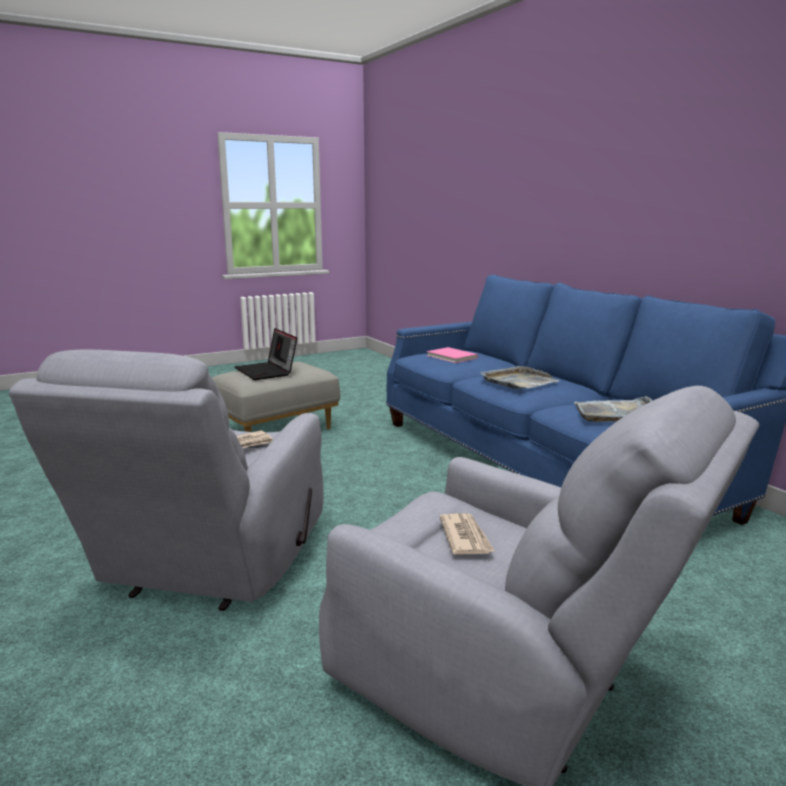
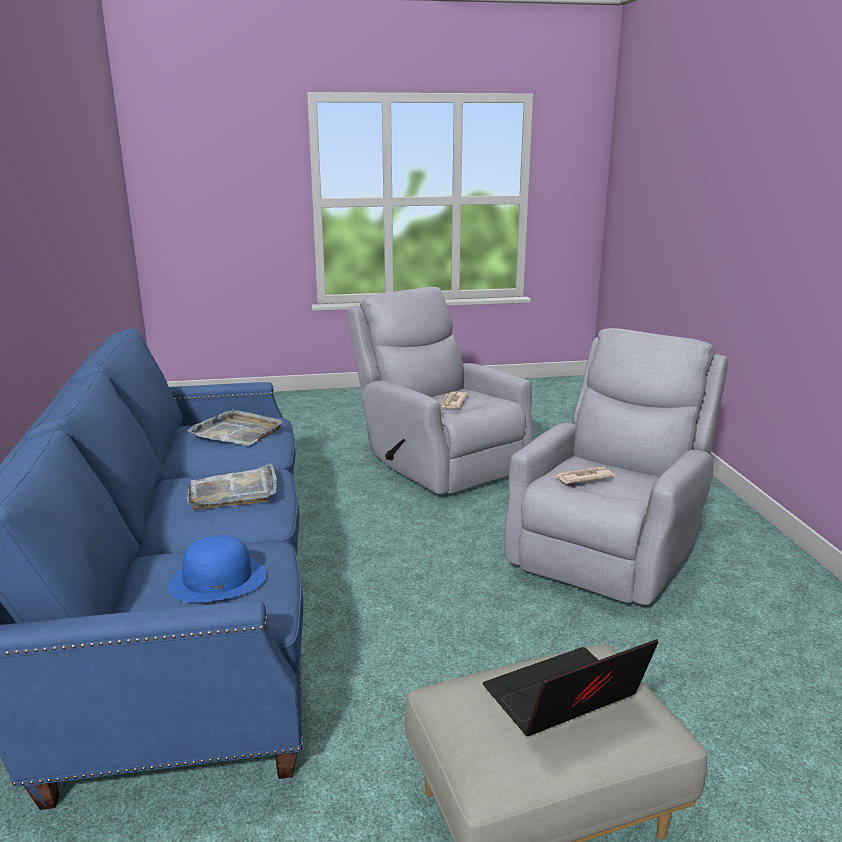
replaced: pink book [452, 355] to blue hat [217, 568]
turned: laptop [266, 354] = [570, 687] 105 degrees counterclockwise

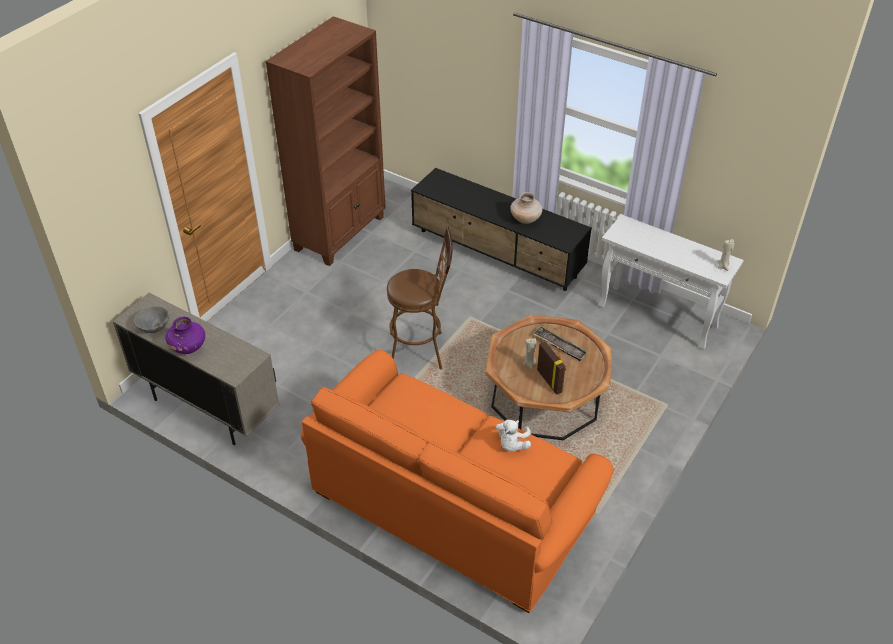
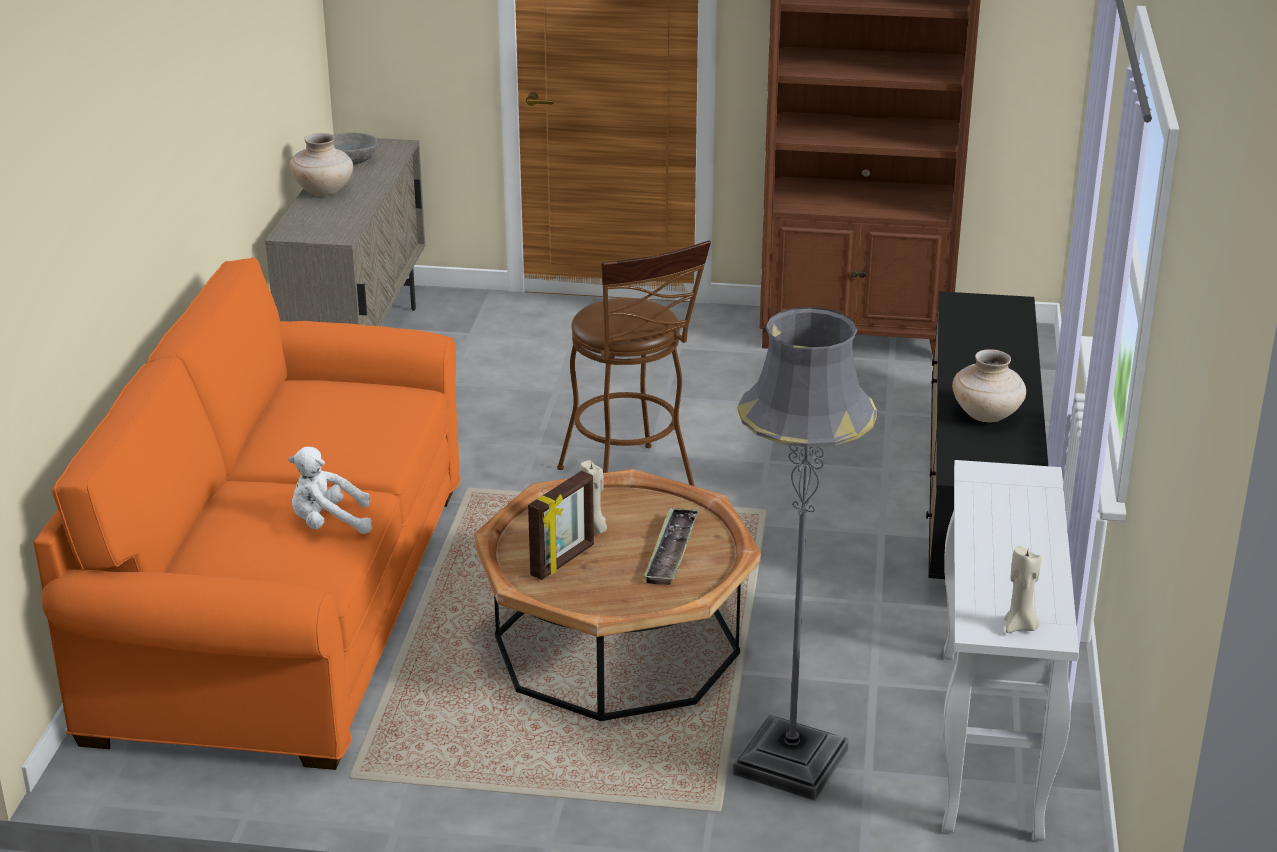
added: grey floor lamp [805, 554]
recoloured: purple vase [185, 335] to beige vase [321, 164]

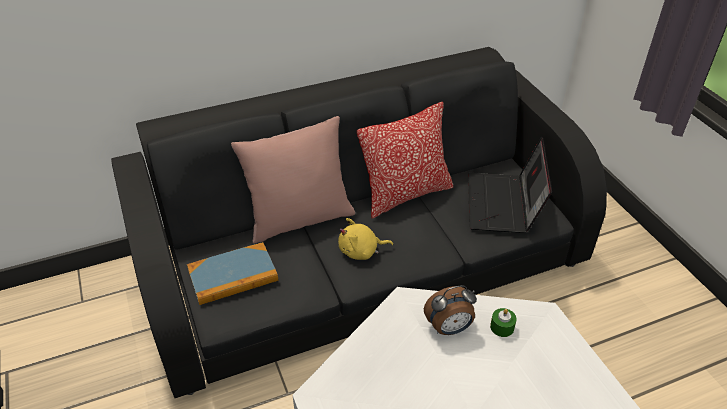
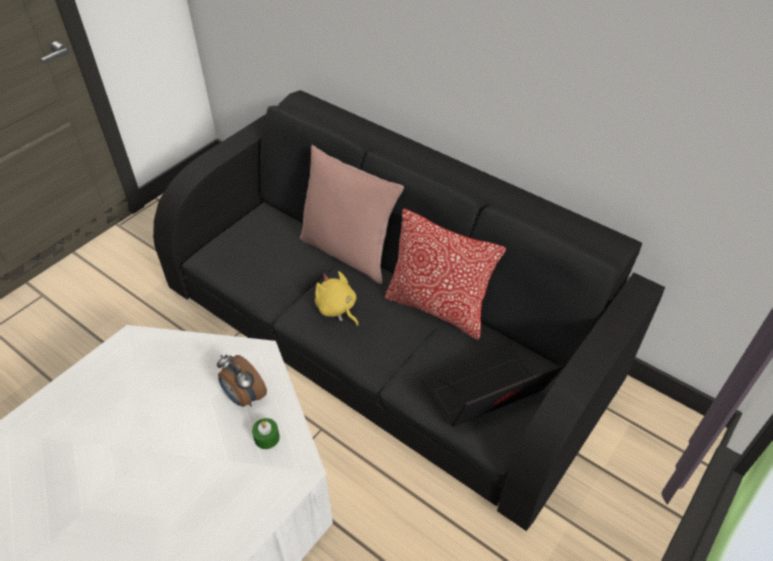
removed: book [232, 273]

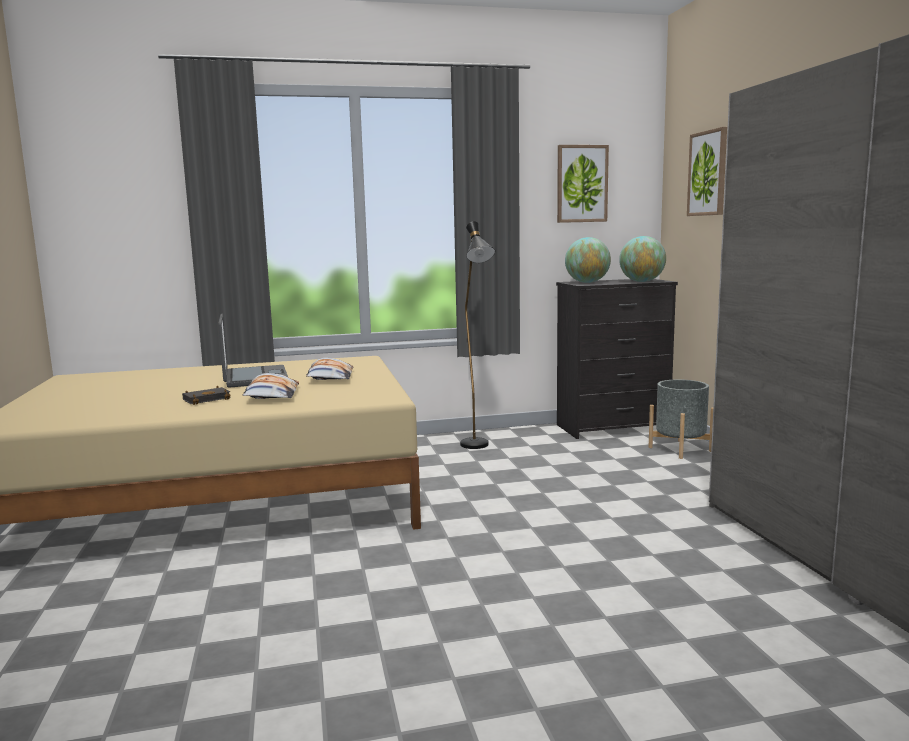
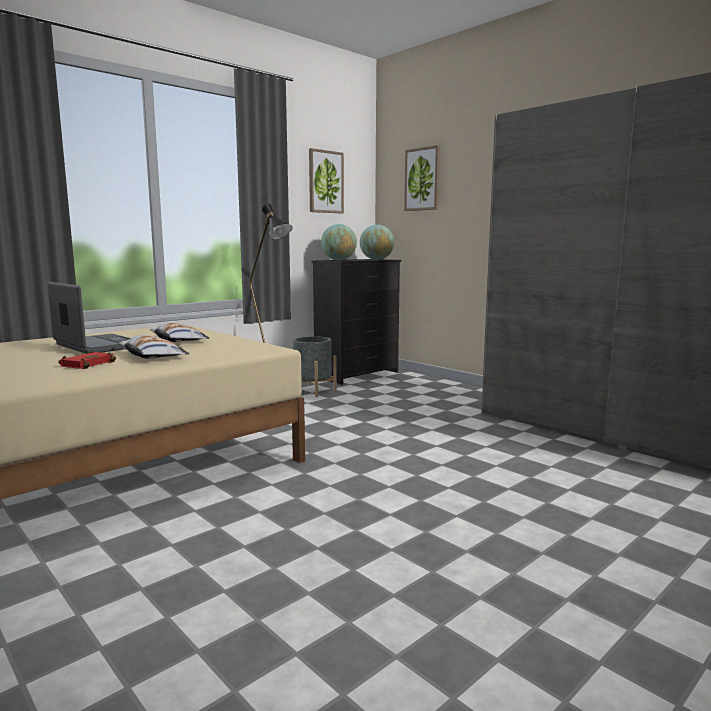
moved: grey planter [681, 419] to [315, 366]
recoloured: black book [206, 395] to red book [87, 359]

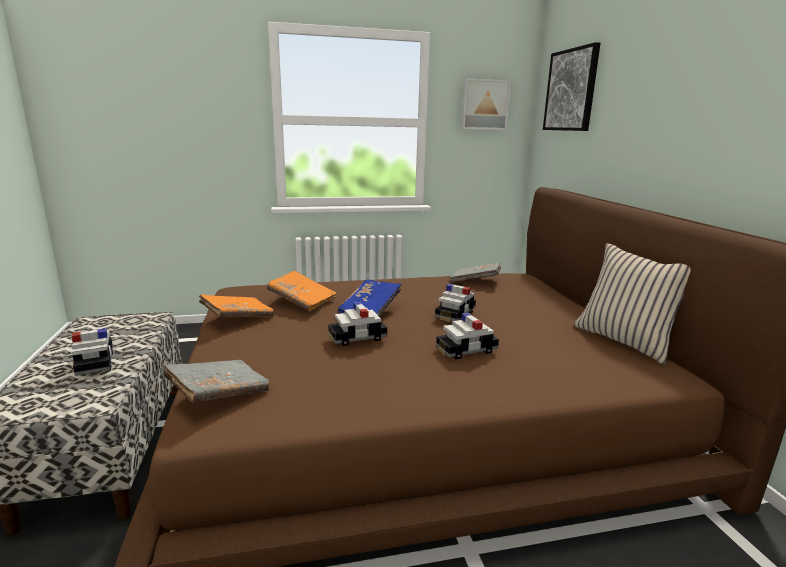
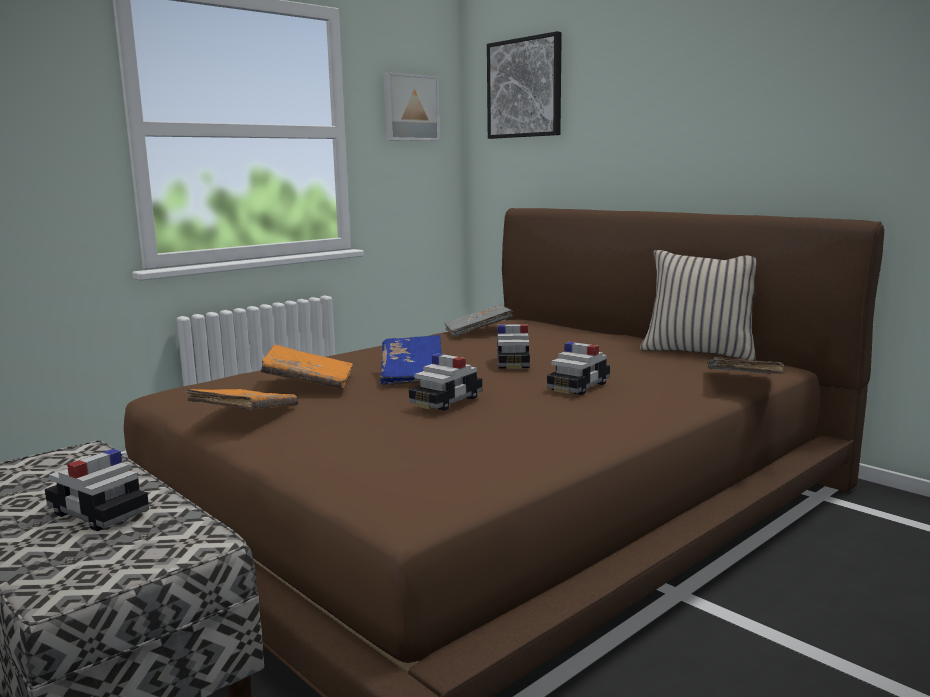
moved: grey book [216, 381] to [745, 365]

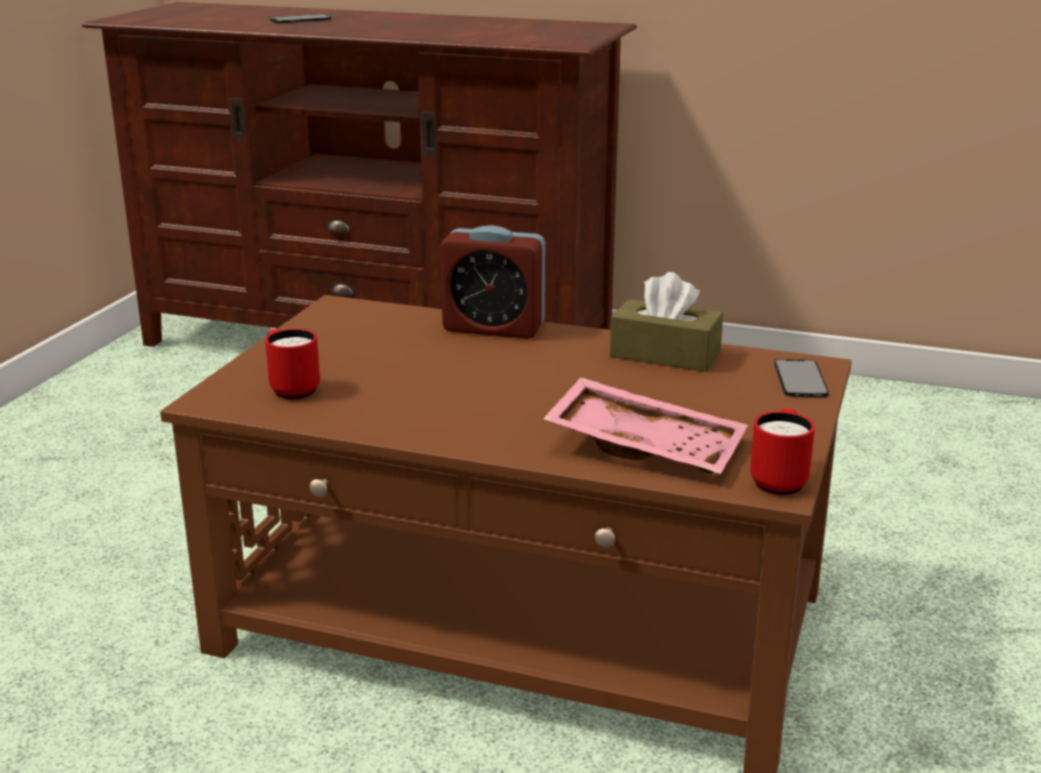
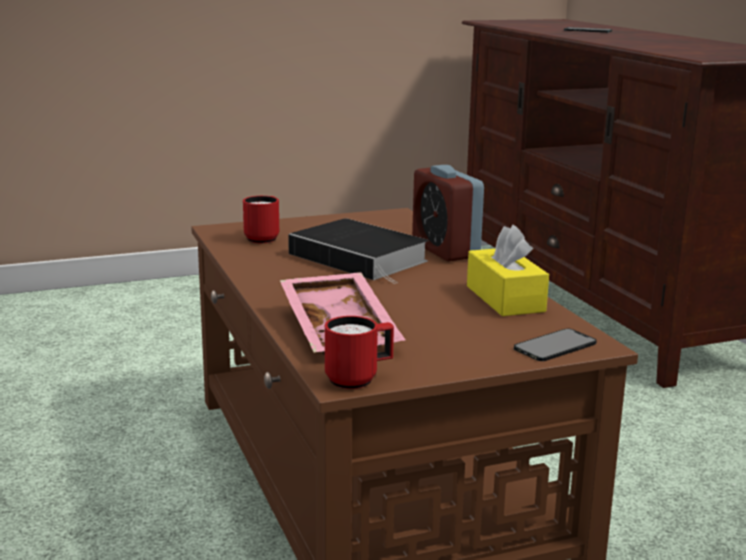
added: book [358, 251]
recoloured: brown tissue box [666, 322] to yellow tissue box [508, 270]

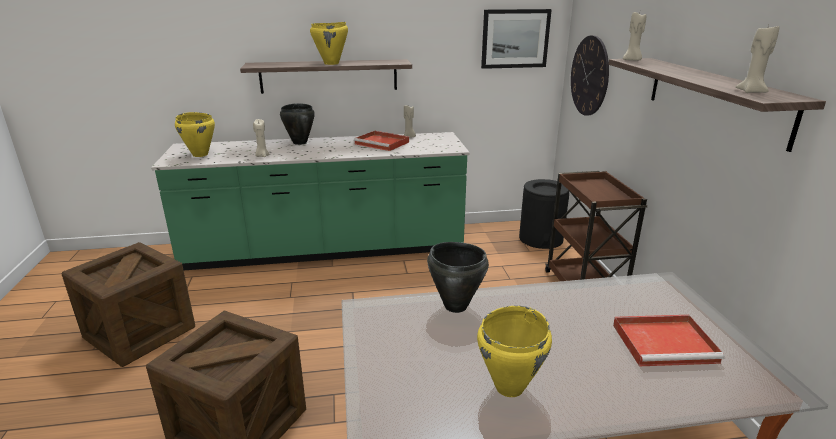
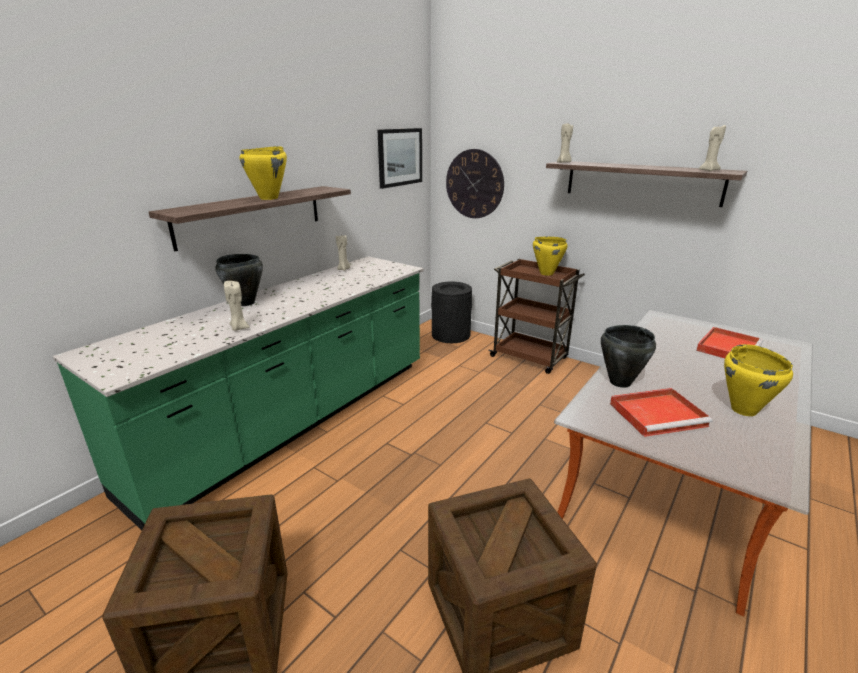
moved: yellow cooking pot [195, 134] to [550, 256]; red tray [381, 141] to [661, 412]

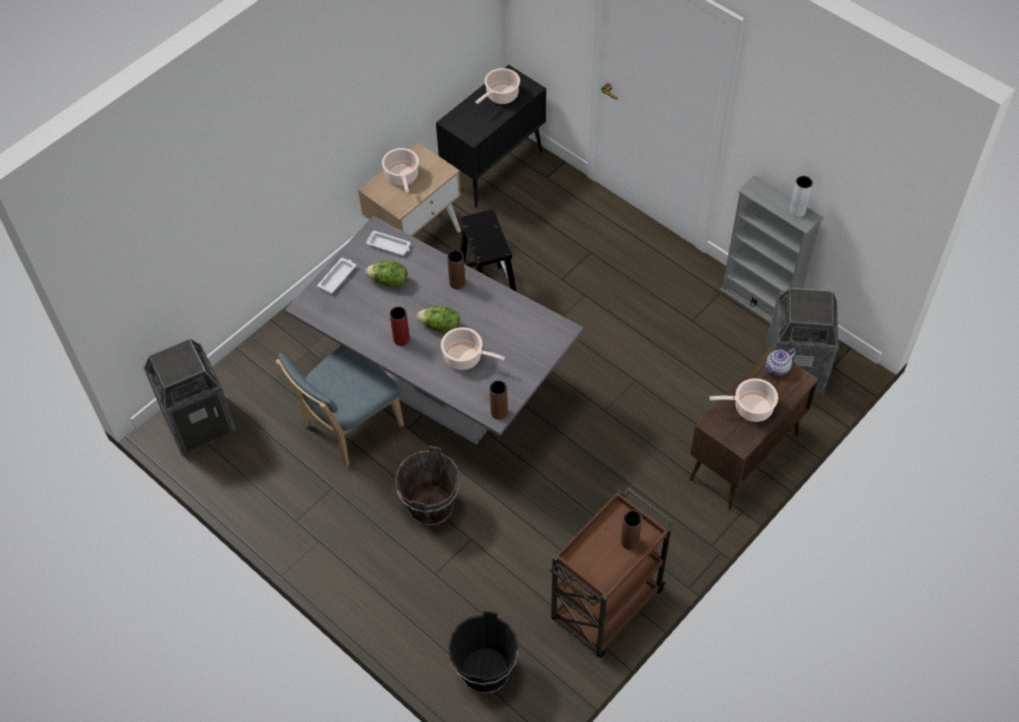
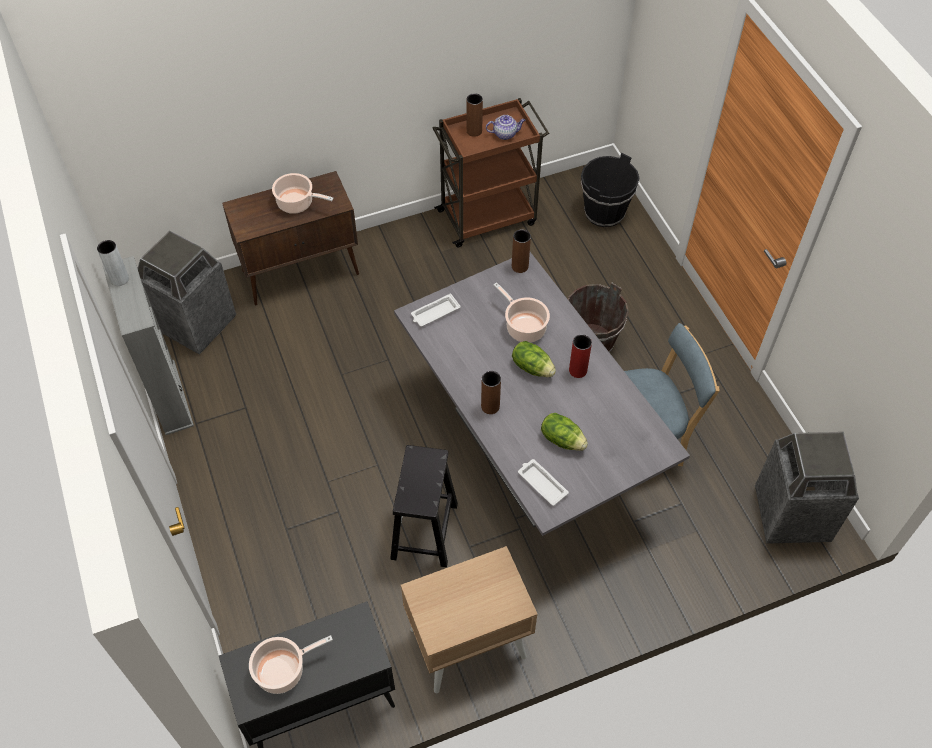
removed: cooking pot [400, 170]
moved: white tray [336, 276] to [436, 310]; teapot [779, 361] to [505, 127]

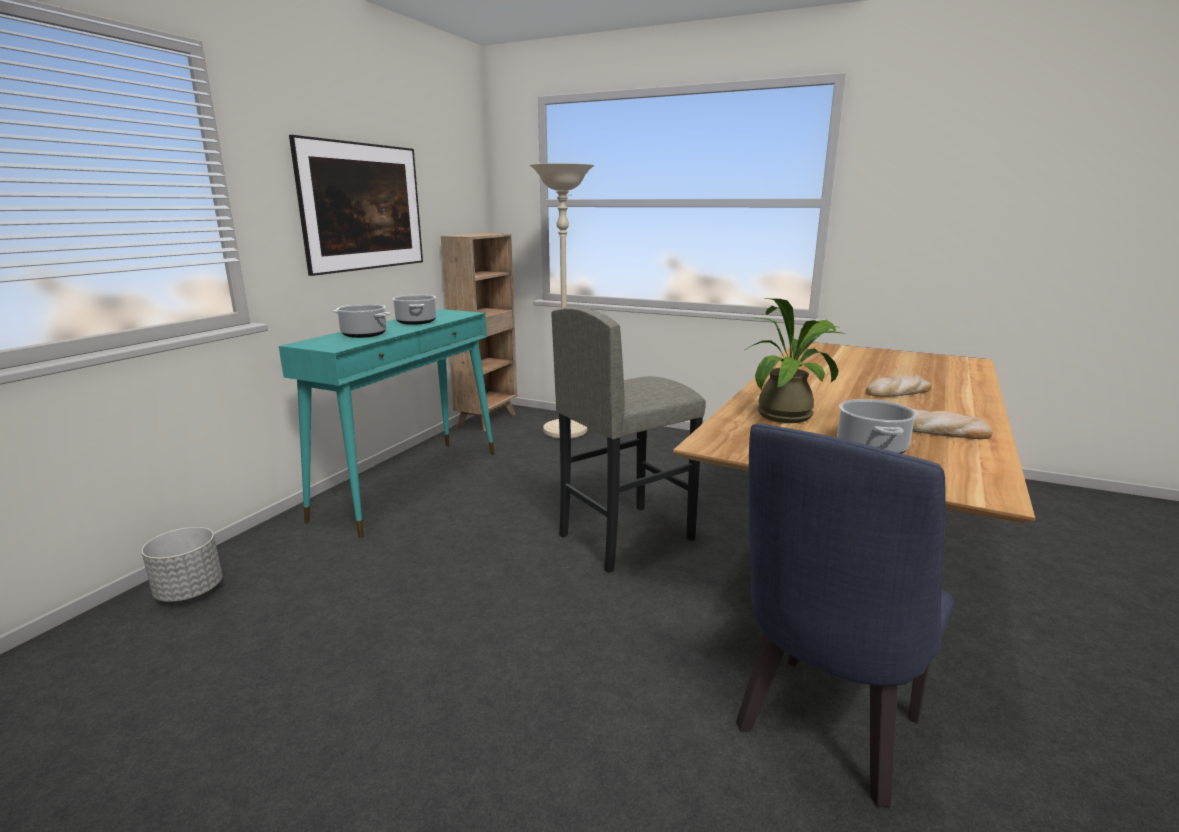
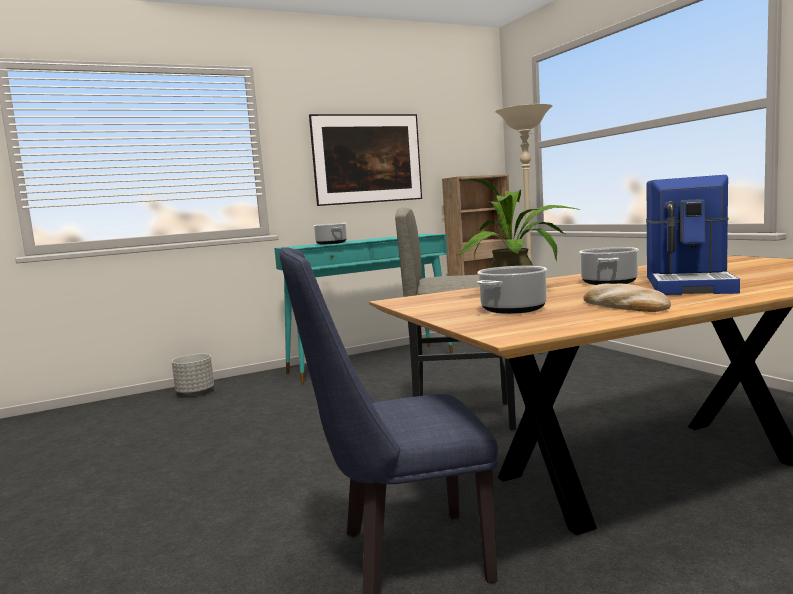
moved: cooking pot [414, 310] to [609, 266]
replaced: bread [899, 386] to coffee machine [693, 235]

